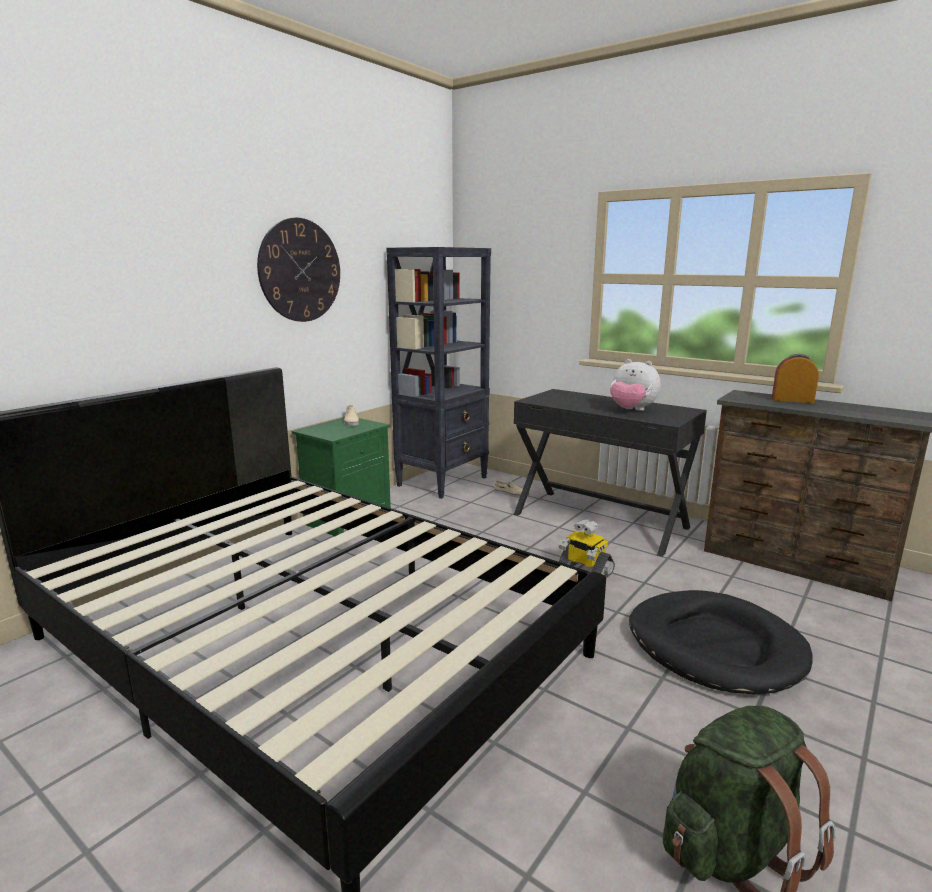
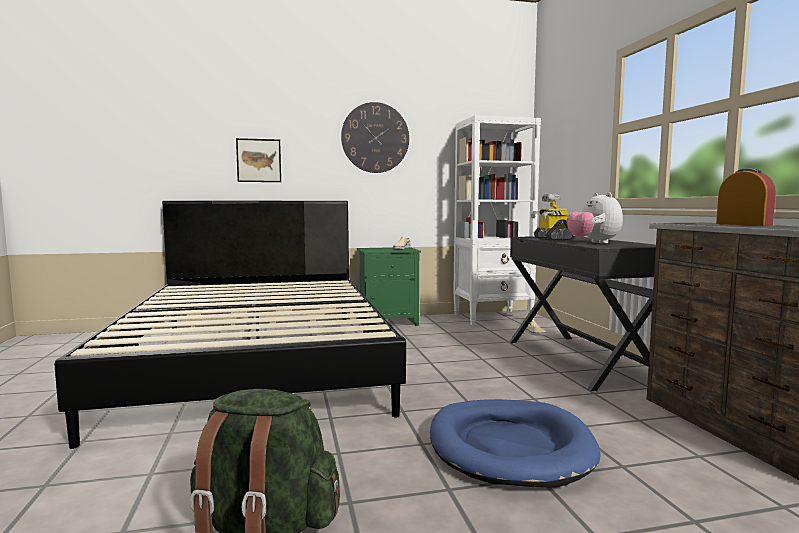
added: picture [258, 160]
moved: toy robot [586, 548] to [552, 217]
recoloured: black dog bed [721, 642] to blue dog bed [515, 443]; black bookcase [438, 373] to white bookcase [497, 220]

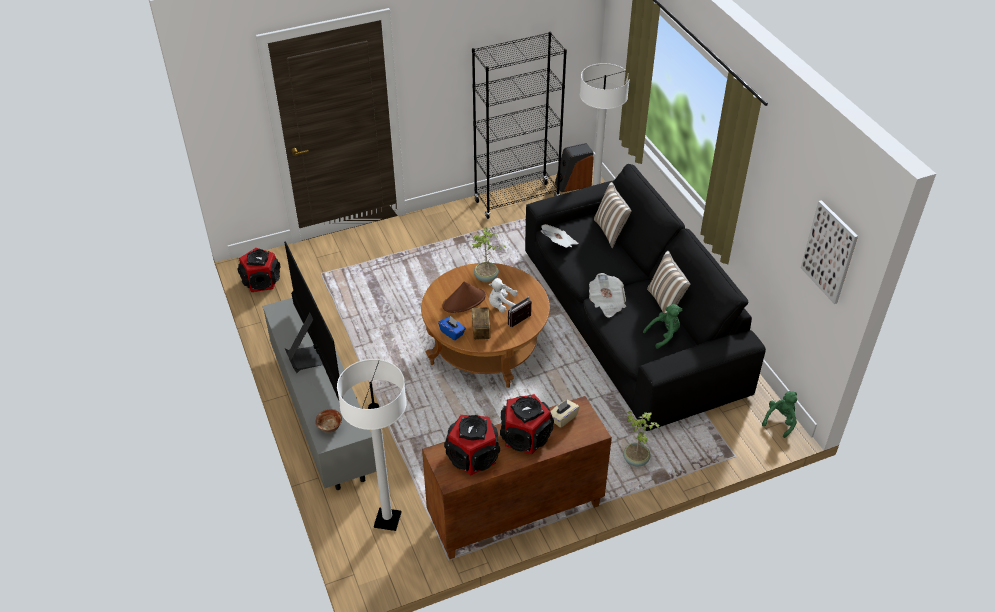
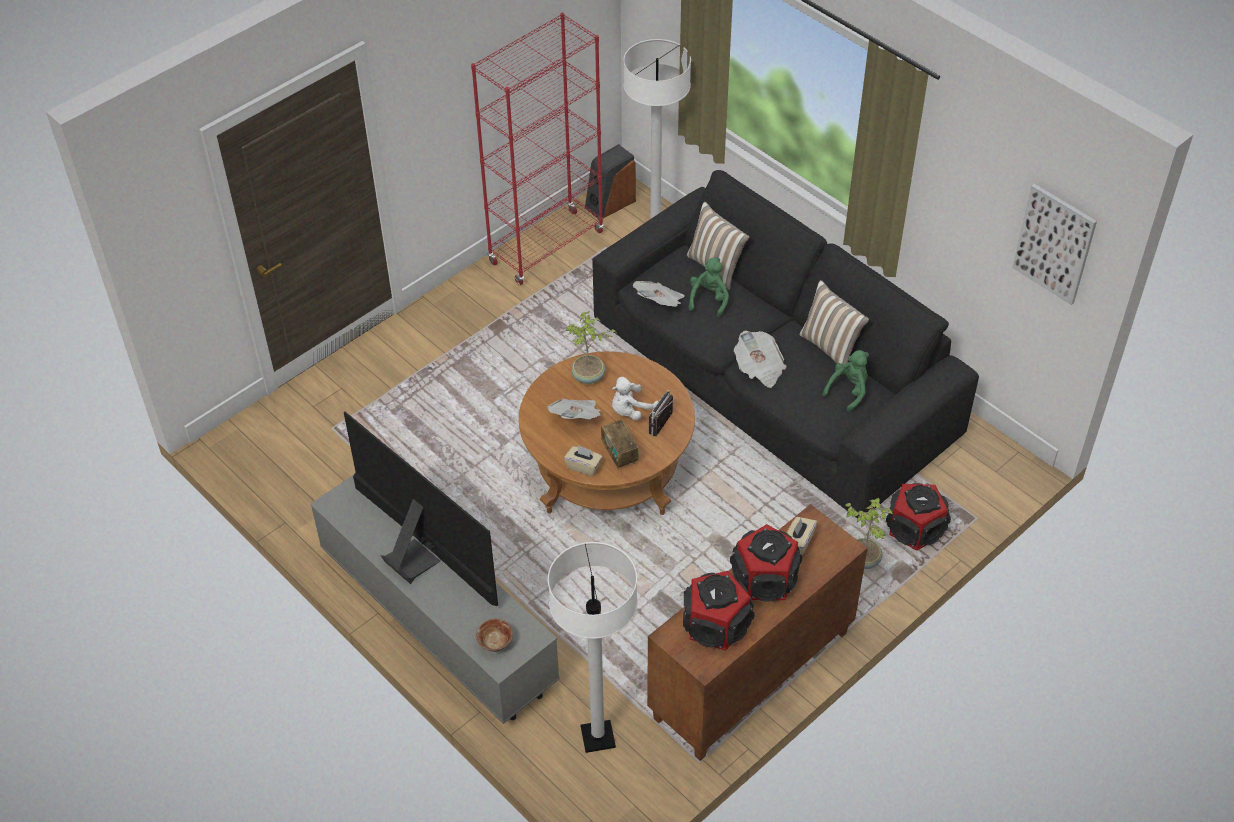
moved: green plush toy [779, 414] to [708, 288]; speaker [259, 270] to [918, 517]
replaced: brown hat [464, 297] to newspaper [574, 408]
recoloured: black bookcase [519, 125] to red bookcase [537, 149]; blue tissue box [452, 328] to beige tissue box [583, 460]

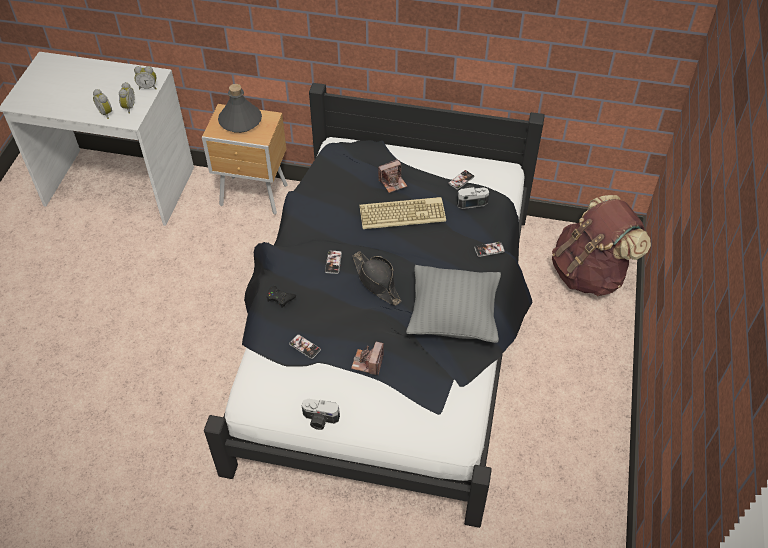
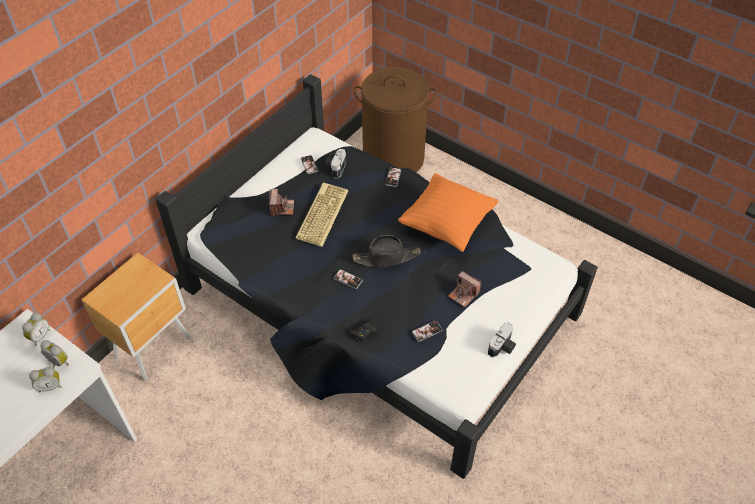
removed: grey bottle [240, 108]
replaced: brown backpack [601, 245] to brown laundry basket [395, 119]
recoloured: grey pillow [453, 304] to orange pillow [448, 212]

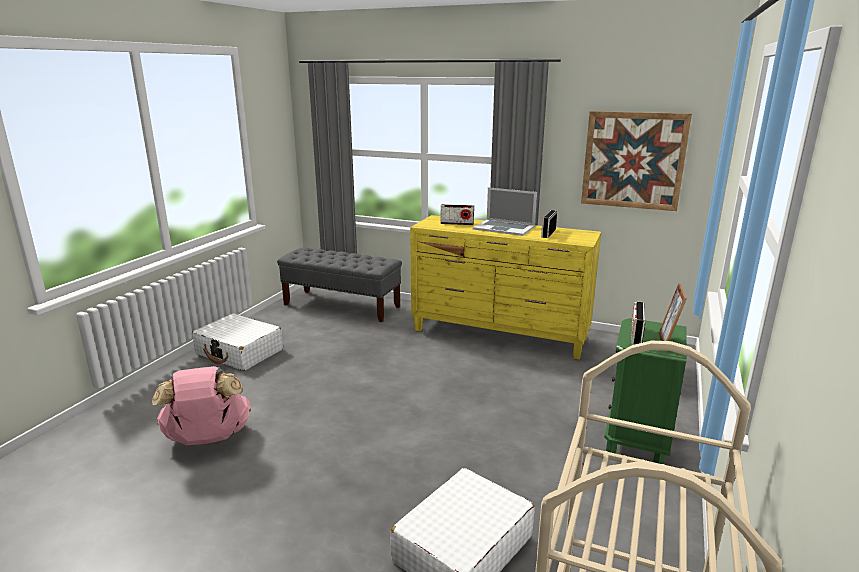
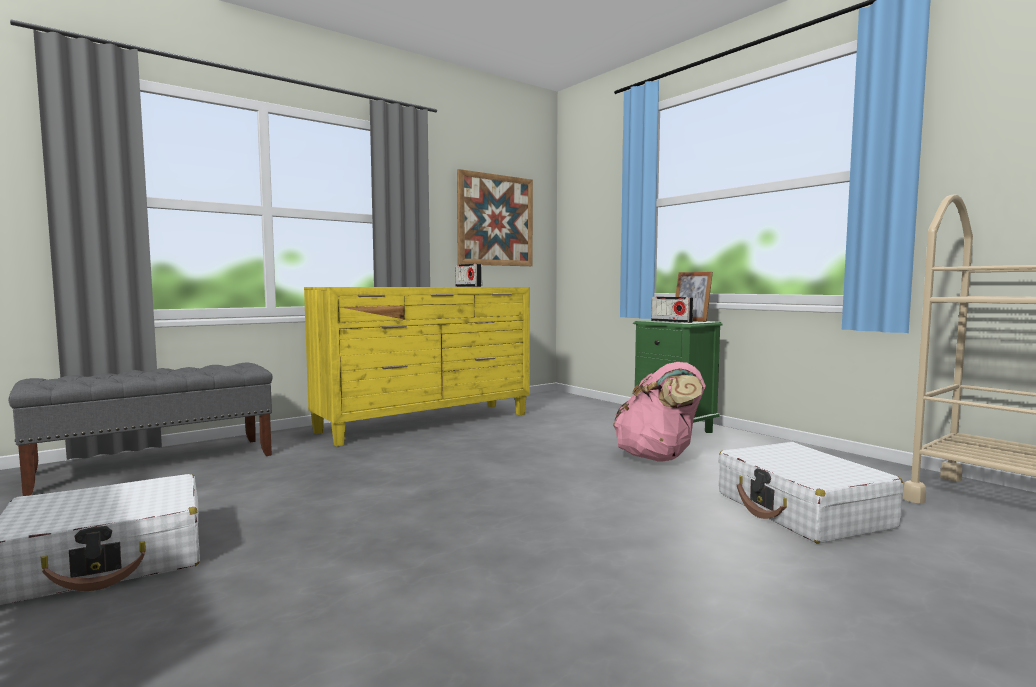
removed: radio [457, 214]; laptop [505, 211]
moved: pink backpack [201, 405] to [659, 412]

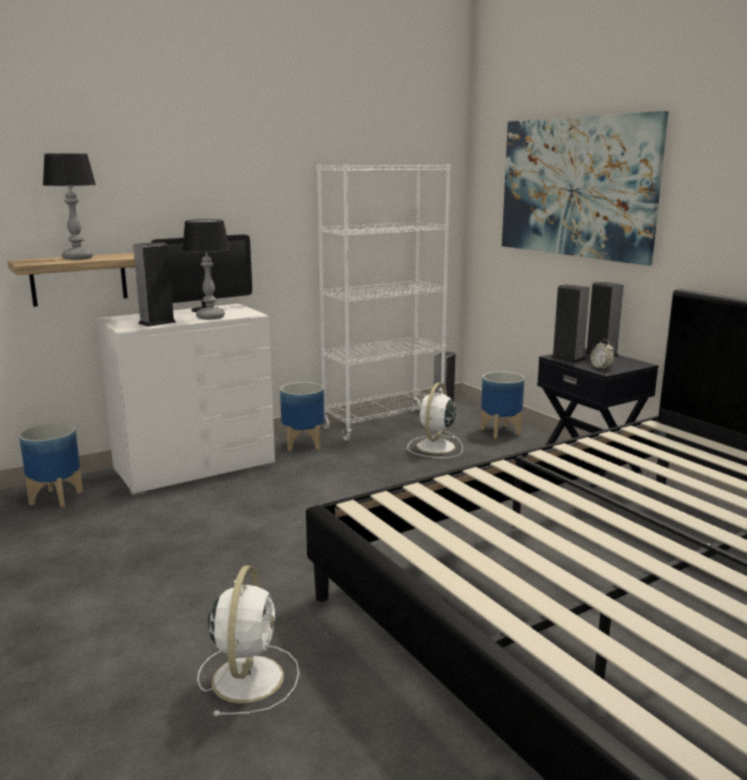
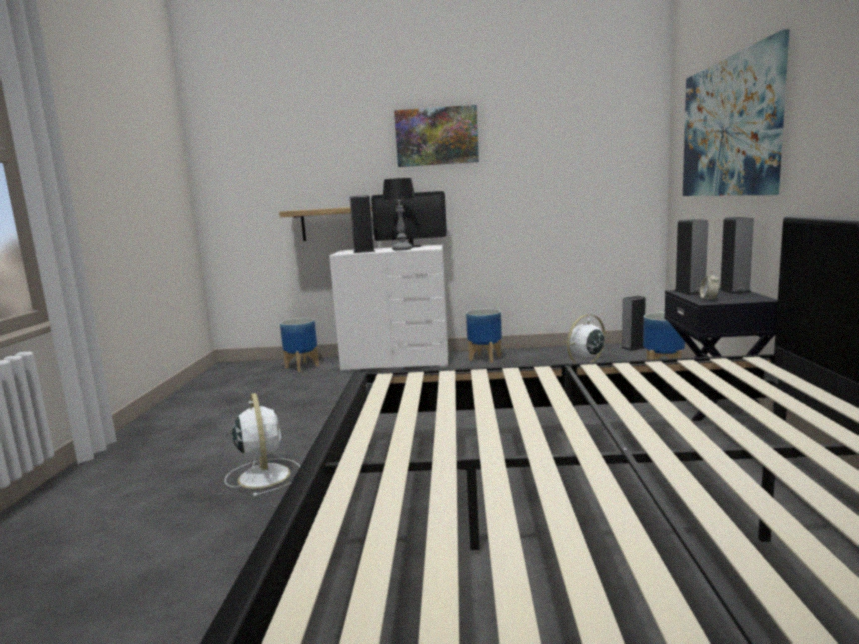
removed: table lamp [69, 206]; white bookcase [384, 302]
added: picture [436, 136]
turned: white fan [248, 641] = [262, 445] 60 degrees counterclockwise

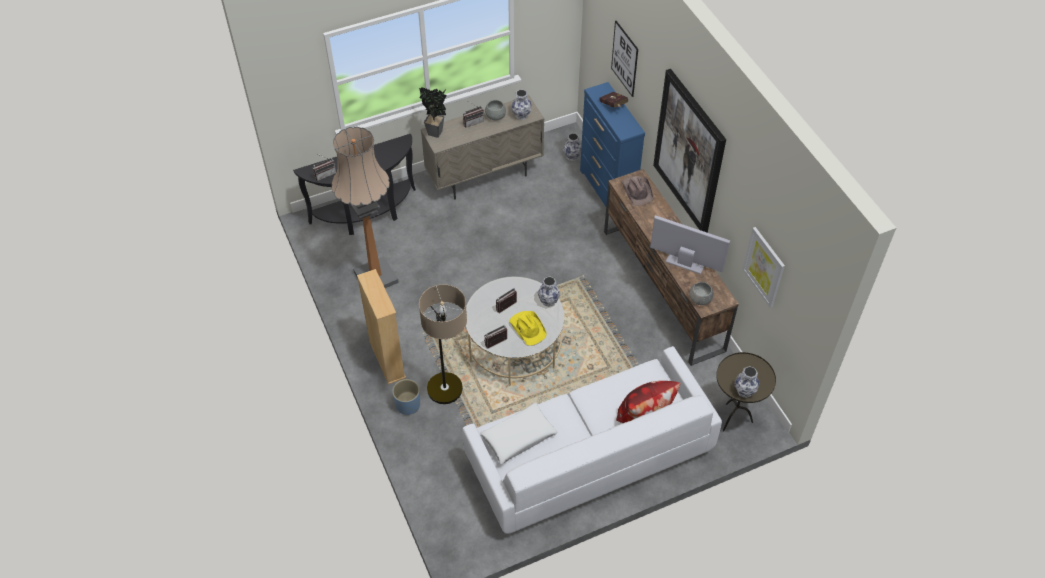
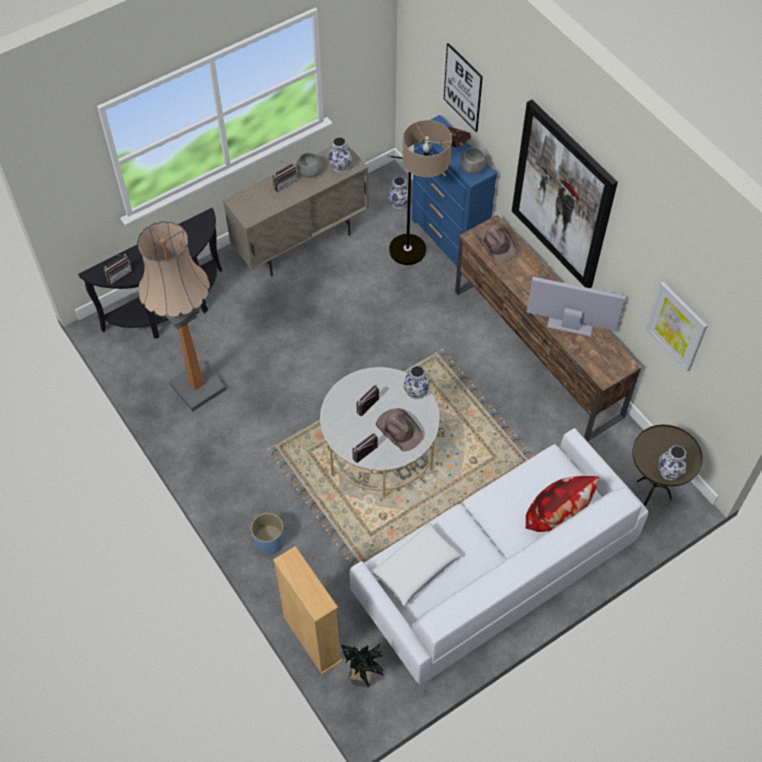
moved: beige bookcase [381, 327] to [307, 610]; potted plant [433, 113] to [362, 665]; floor lamp [443, 344] to [419, 192]; grey bowl [701, 293] to [473, 161]
recoloured: yellow hat [528, 328] to brown hat [399, 429]

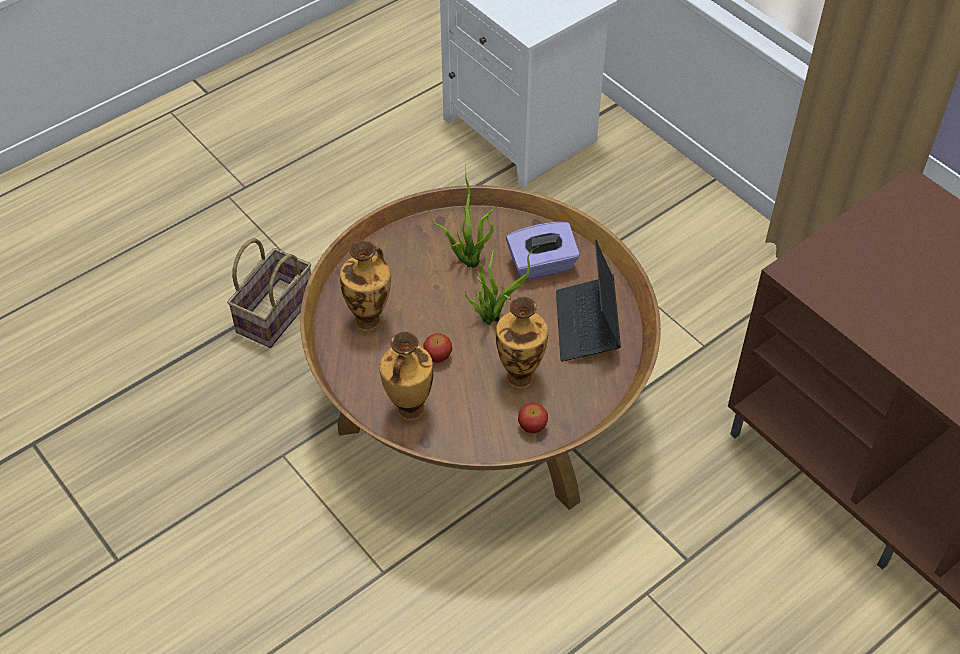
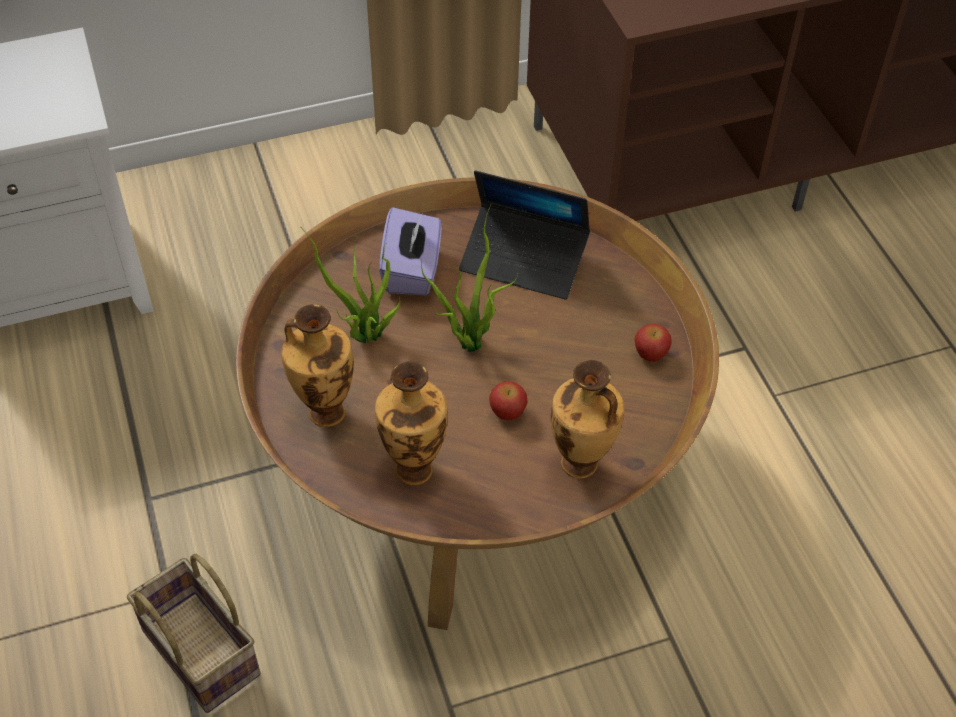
moved: vase [522, 343] to [317, 365]

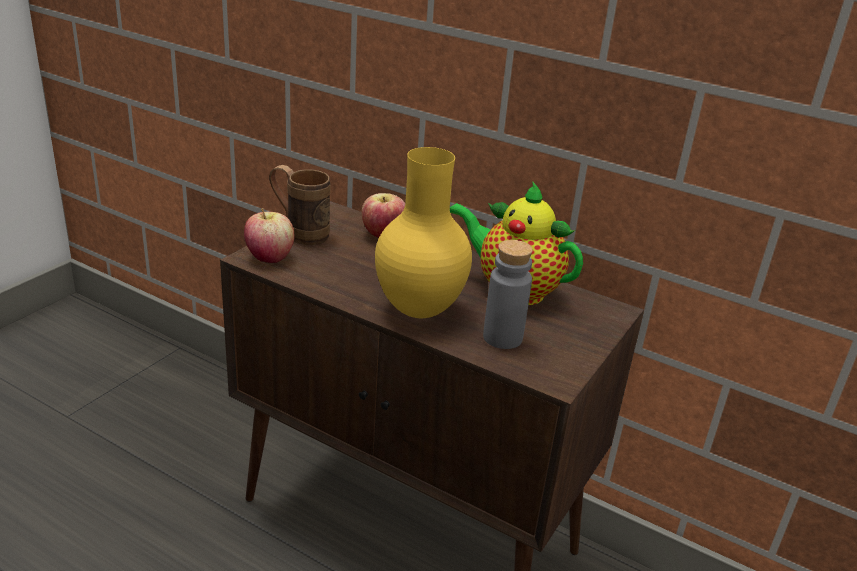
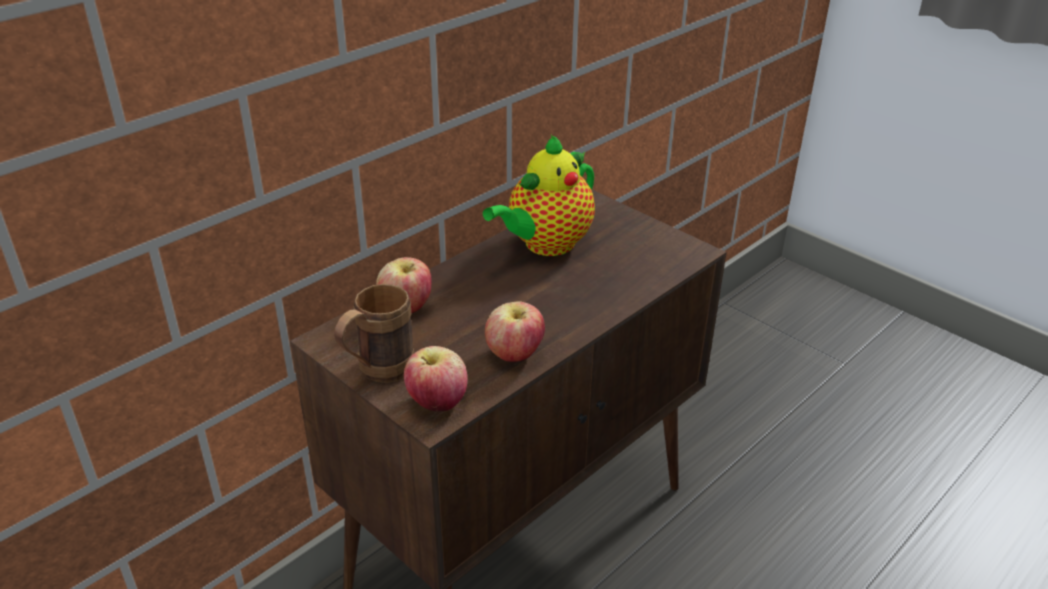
removed: yellow vase [423, 232]; grey bottle [508, 294]
added: apple [515, 331]

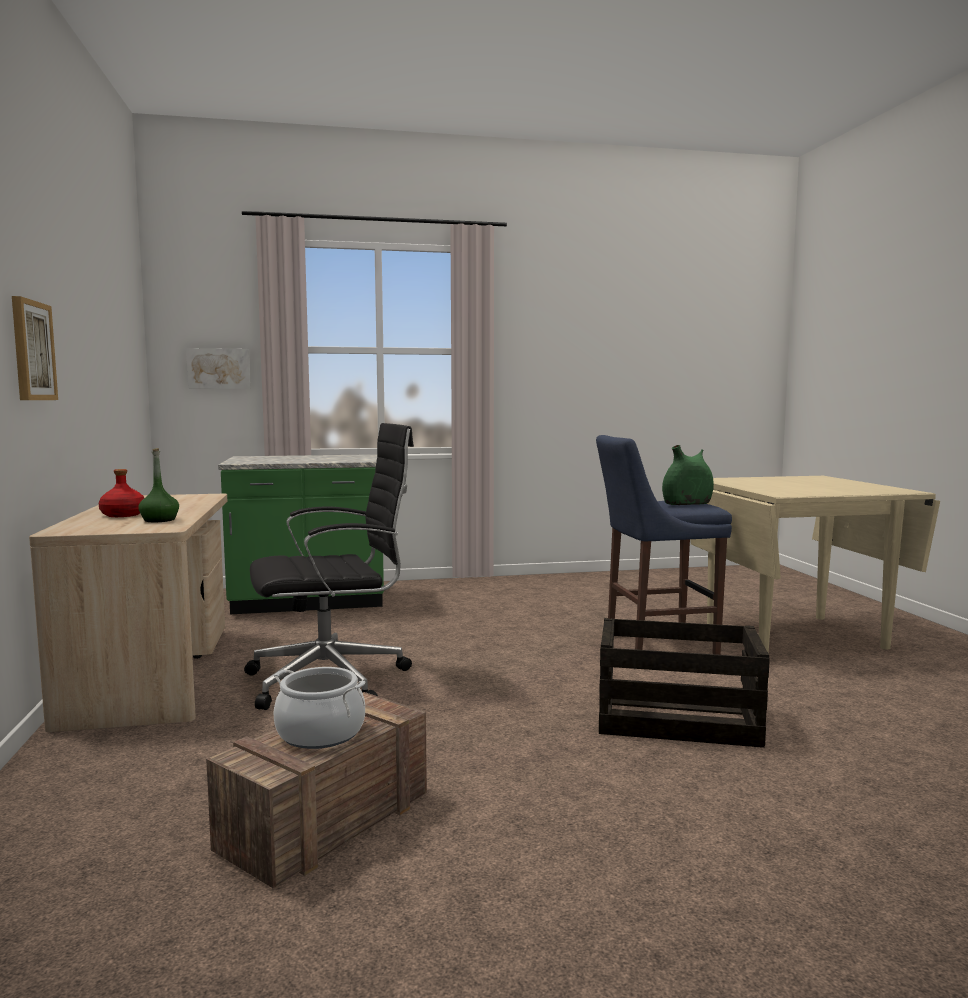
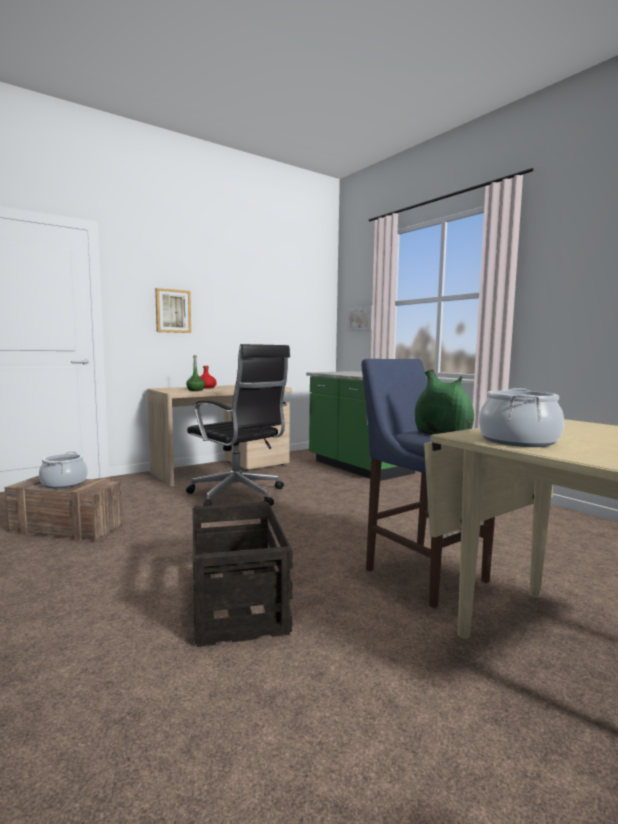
added: cooking pot [521, 417]

